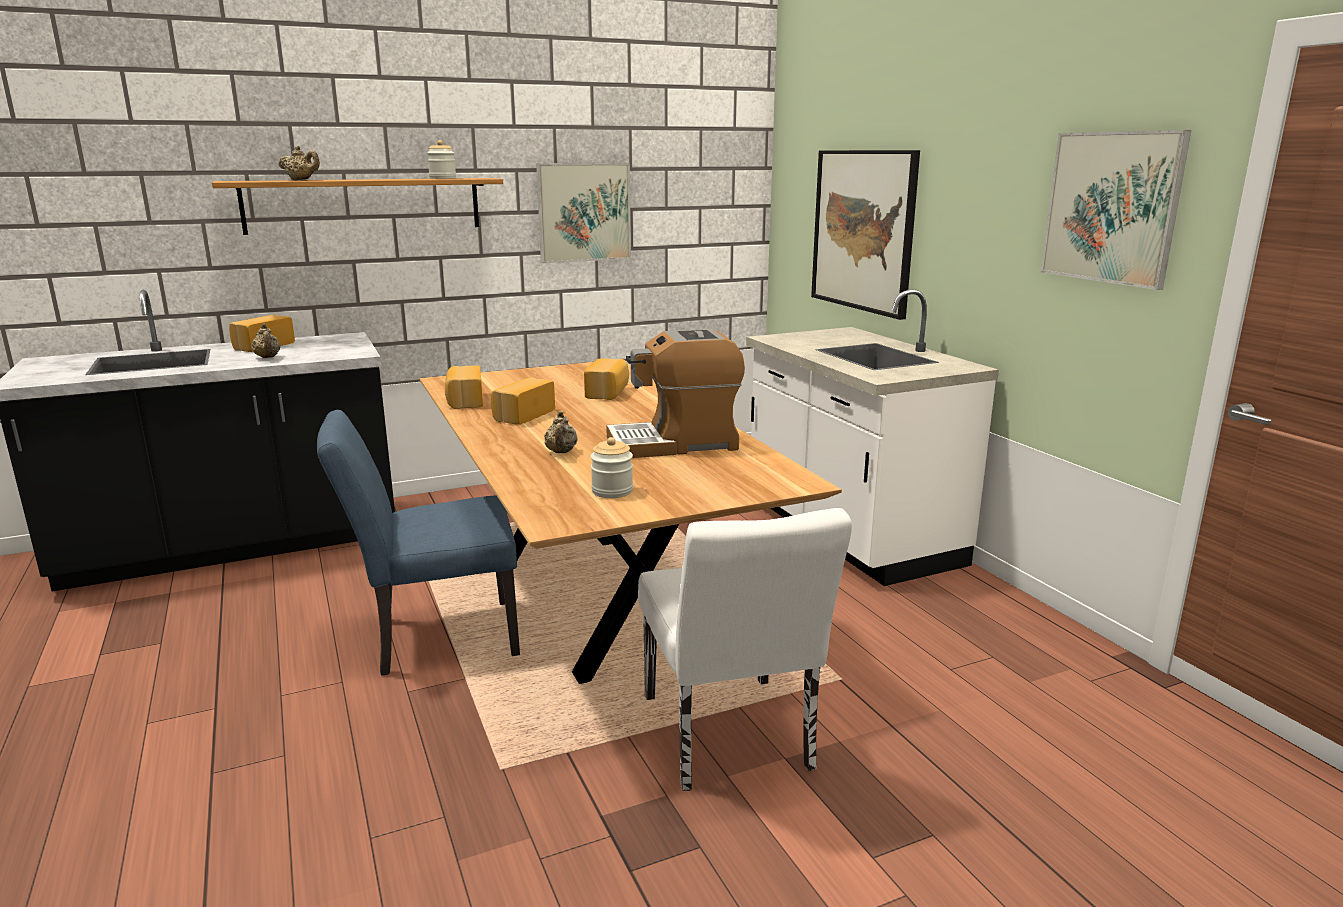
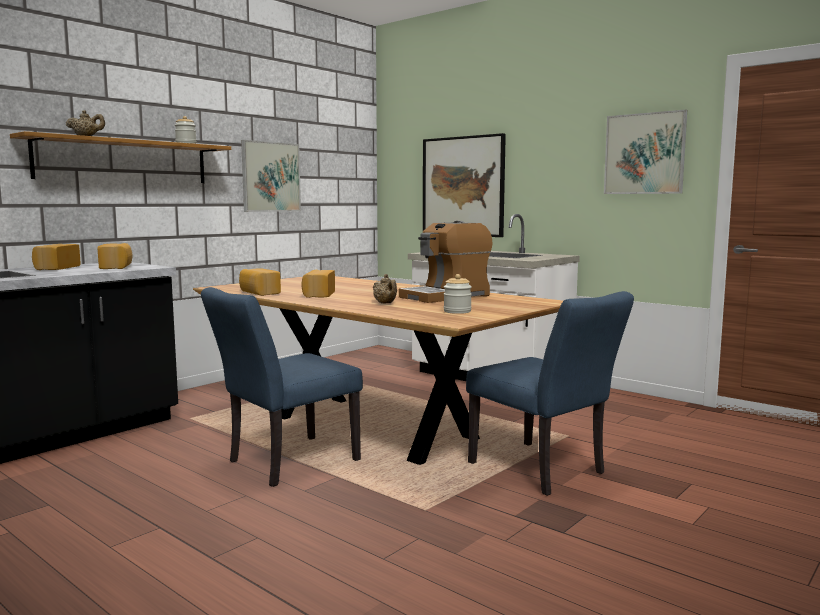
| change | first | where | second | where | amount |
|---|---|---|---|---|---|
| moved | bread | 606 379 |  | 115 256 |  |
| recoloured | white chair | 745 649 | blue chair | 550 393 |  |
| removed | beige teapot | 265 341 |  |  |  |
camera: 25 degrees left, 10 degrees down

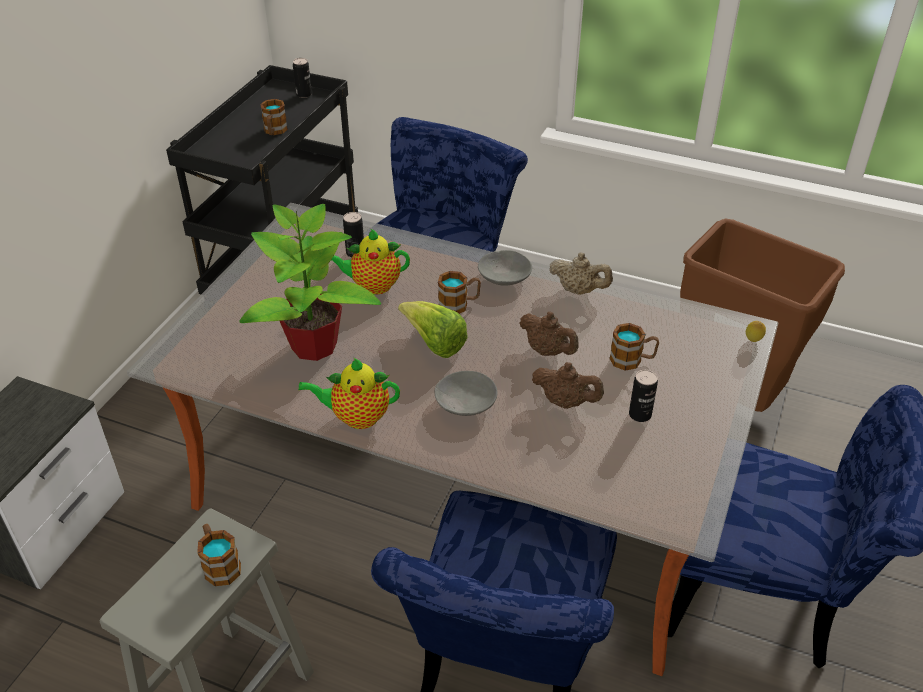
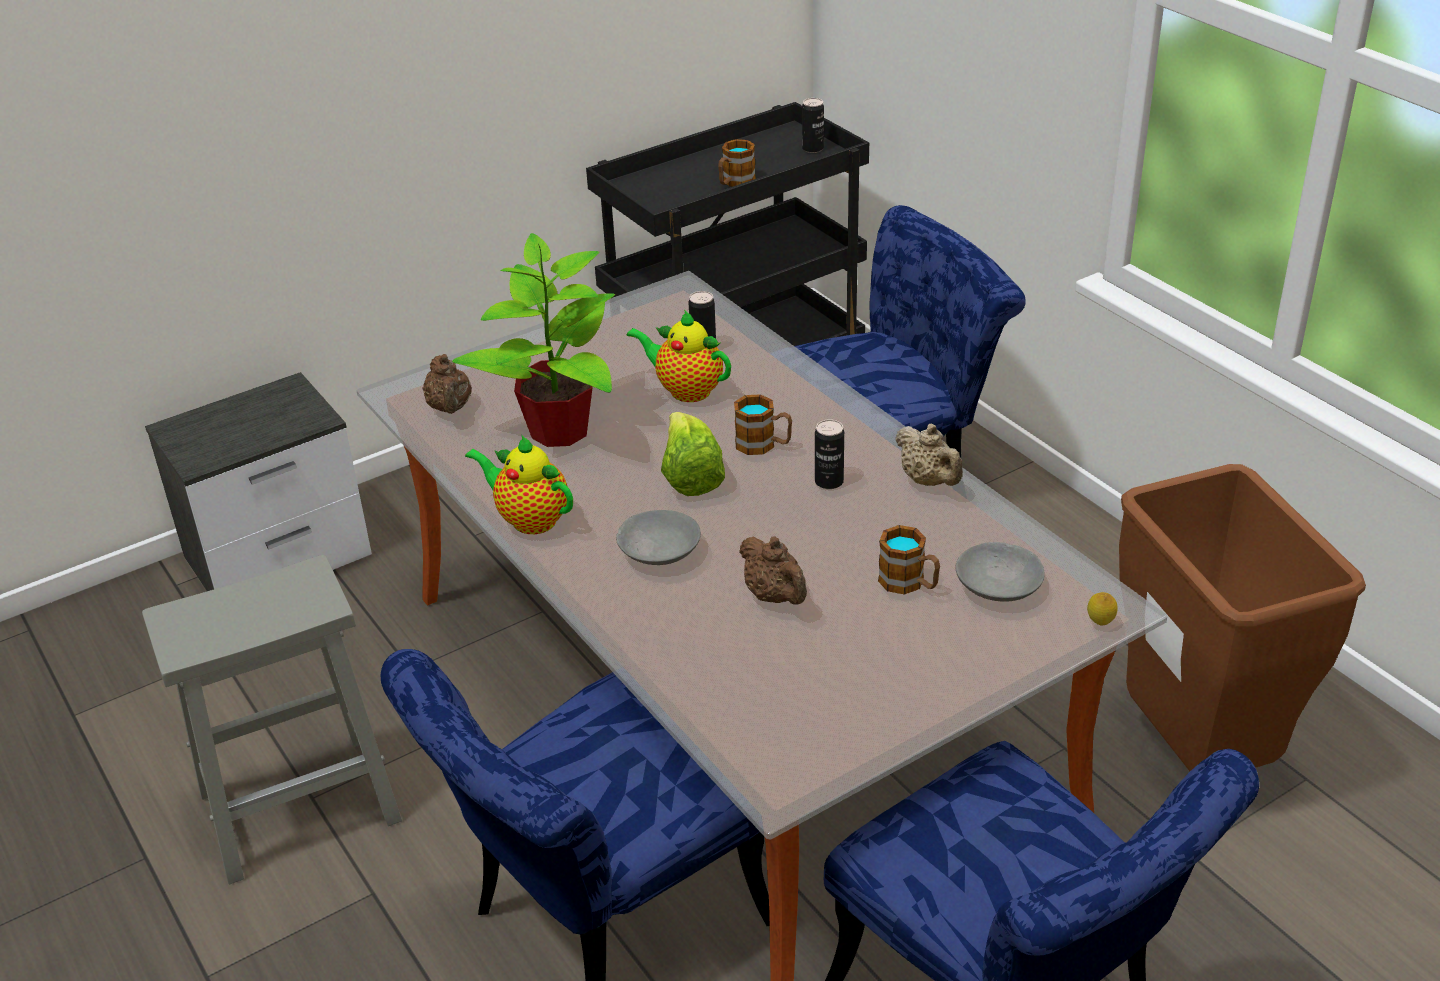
| change | first | where | second | where | amount |
|---|---|---|---|---|---|
| moved | brown teapot | 549 334 |  | 447 384 |  |
| moved | can | 643 396 |  | 829 454 |  |
| moved | grey bowl | 505 268 |  | 1000 572 |  |
| removed | mug | 219 555 |  |  |  |
camera: 35 degrees right, 5 degrees down

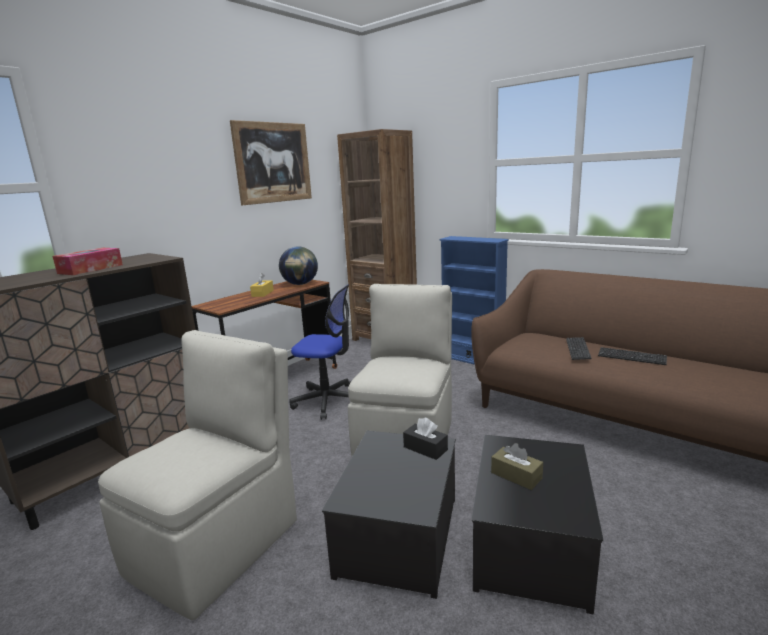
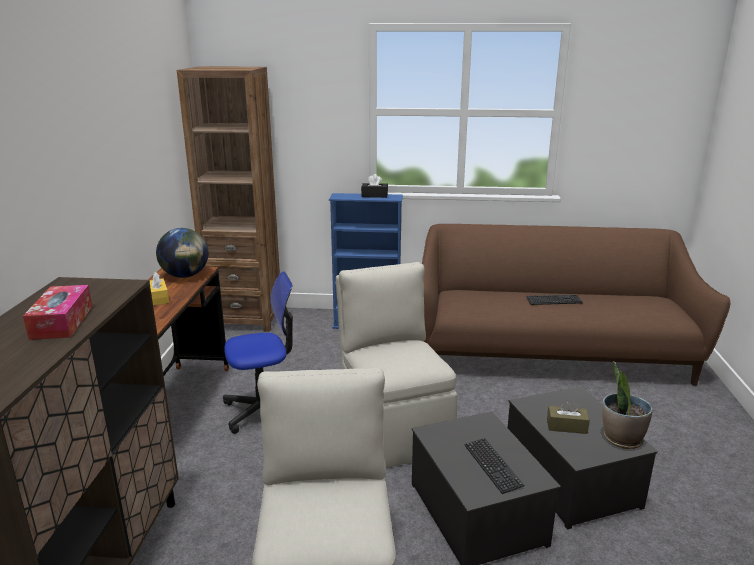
| change | first | where | second | where | amount |
|---|---|---|---|---|---|
| moved | black tissue box | 425 439 |  | 374 186 |  |
| moved | keyboard | 578 348 |  | 494 466 |  |
| added |  |  | potted plant | 628 405 |  |
| removed | picture | 271 162 |  |  |  |
camera: 35 degrees left, 5 degrees up

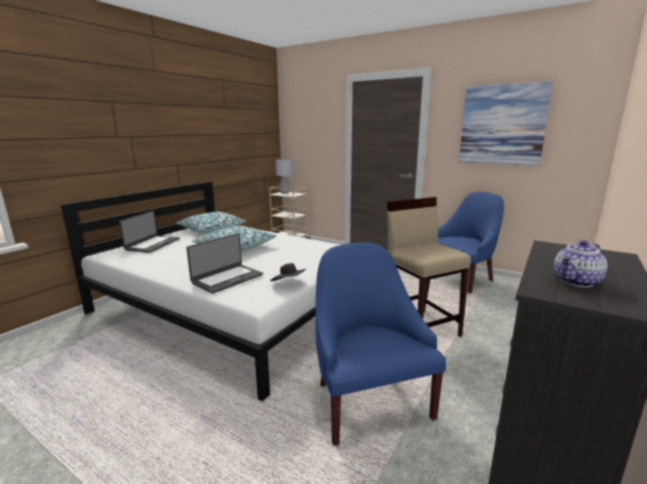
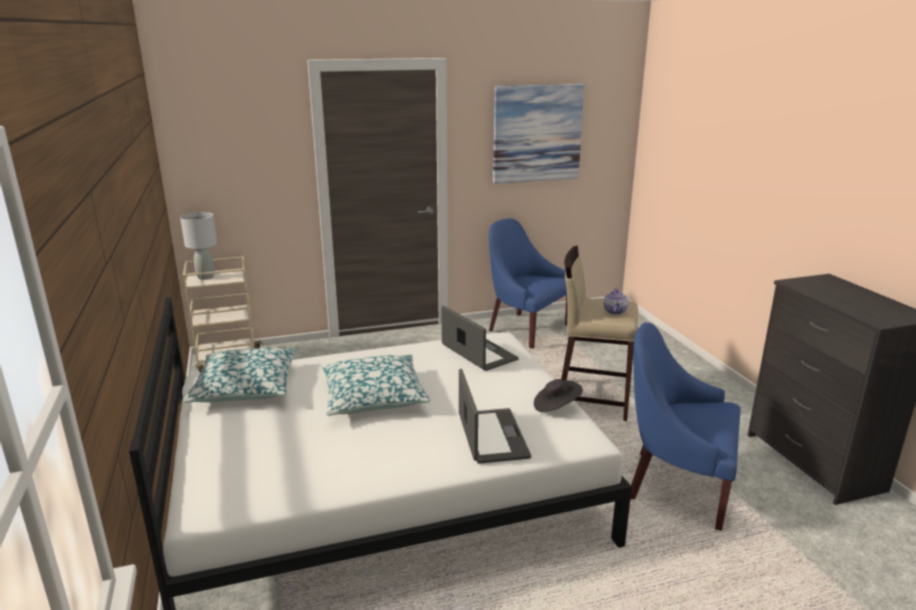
| change | first | where | second | where | amount |
|---|---|---|---|---|---|
| moved | laptop | 149 232 |  | 480 338 |  |
| turned | blue armchair | 471 242 |  | 528 284 | 60 degrees counterclockwise |
| moved | teapot | 580 263 |  | 615 301 |  |
camera: 50 degrees left, 5 degrees up

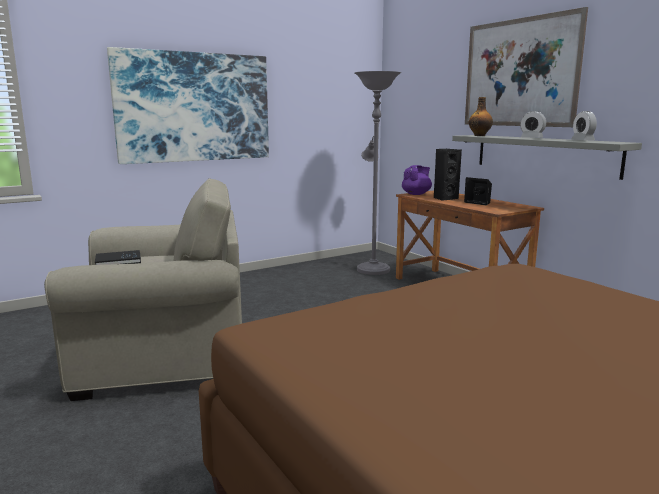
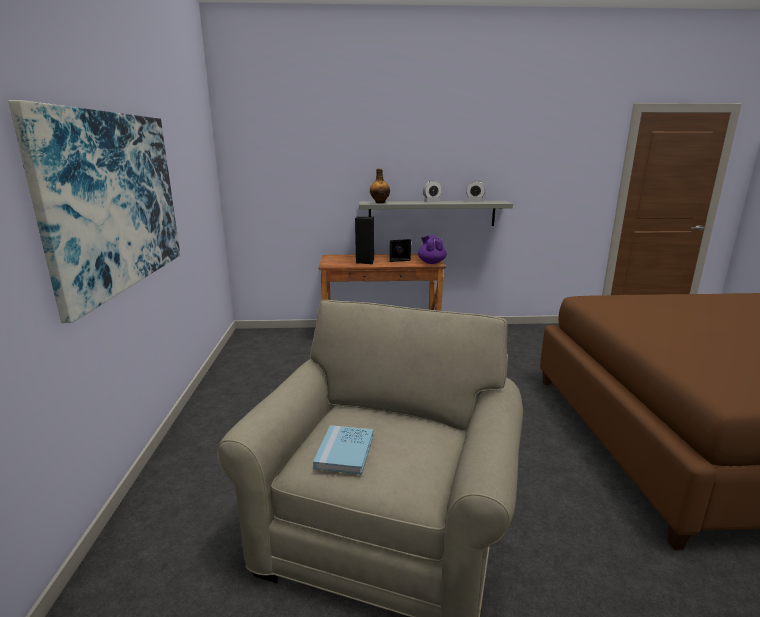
| change | first | where | second | where | amount |
|---|---|---|---|---|---|
| recoloured | black book | 118 257 | blue book | 343 449 |  |
| moved | purple teapot | 417 180 |  | 432 249 |  |
| removed | grey floor lamp | 378 173 |  |  |  |
| removed | picture | 526 67 |  |  |  |
camera: 60 degrees left, 5 degrees up

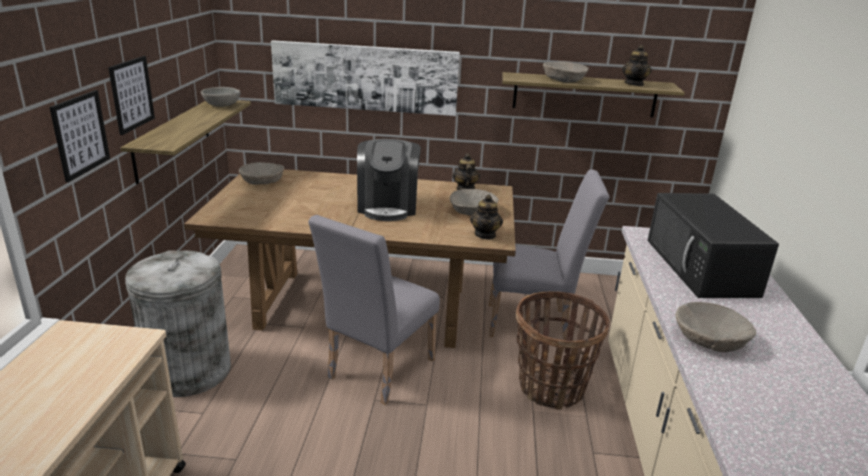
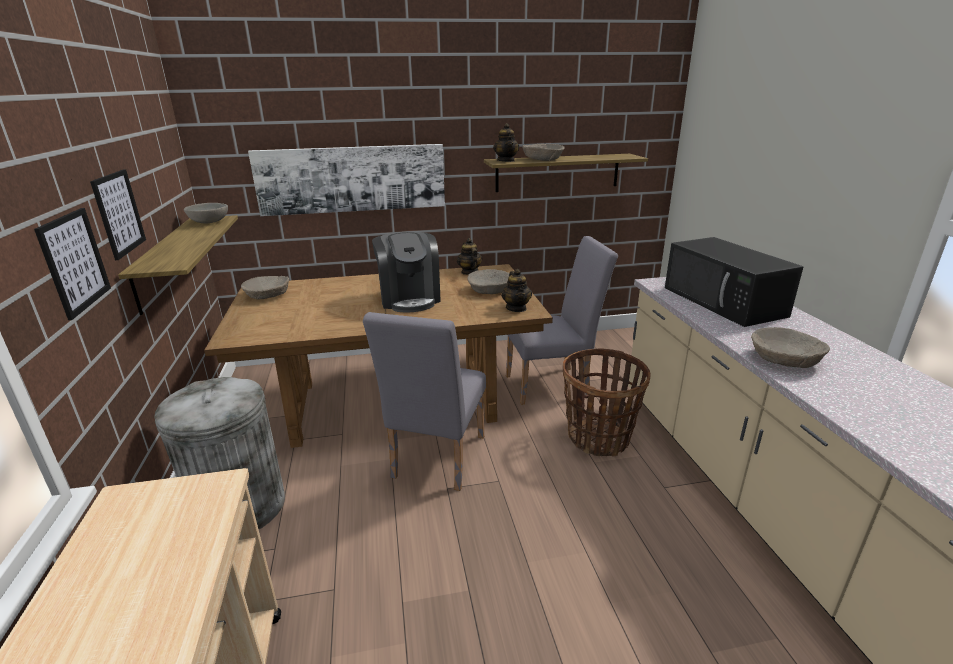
| change | first | where | second | where | amount |
|---|---|---|---|---|---|
| moved | teapot | 637 65 |  | 506 142 |  |
camera: 15 degrees left, 0 degrees up

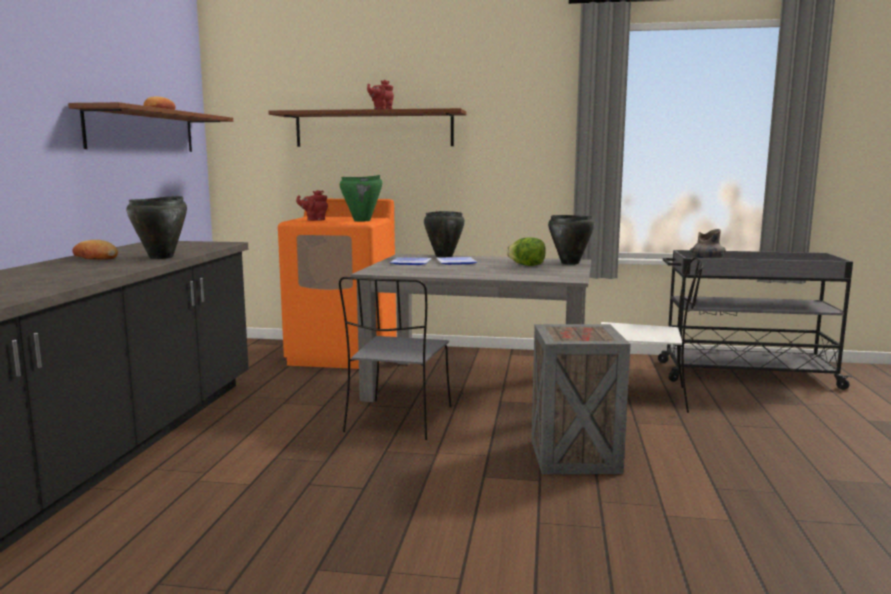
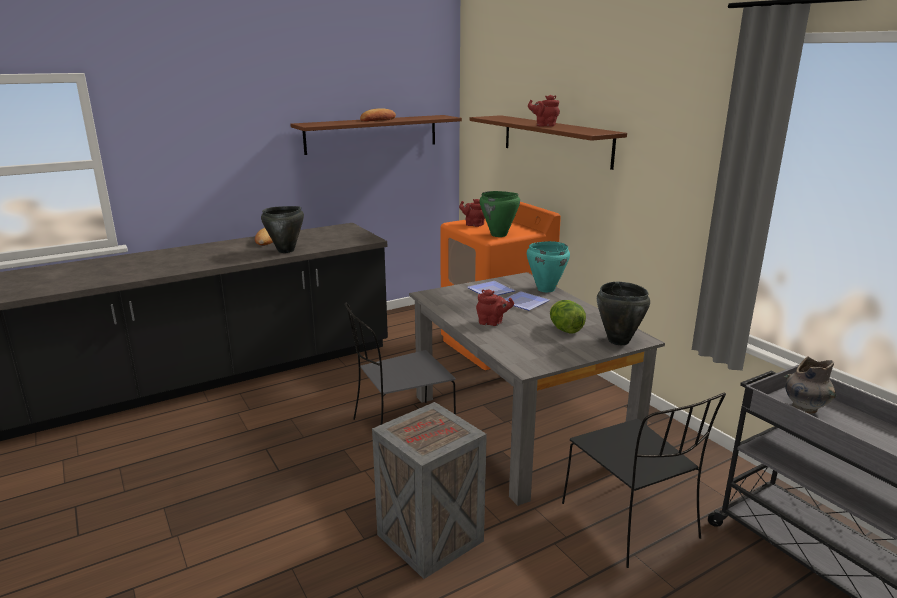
| change | first | where | second | where | amount |
|---|---|---|---|---|---|
| added |  |  | red teapot | 495 307 |  |
| recoloured | black cooking pot | 444 234 | turquoise cooking pot | 548 266 |  |
| recoloured | white chair | 652 335 | black chair | 644 480 |  |
camera: 50 degrees right, 10 degrees up

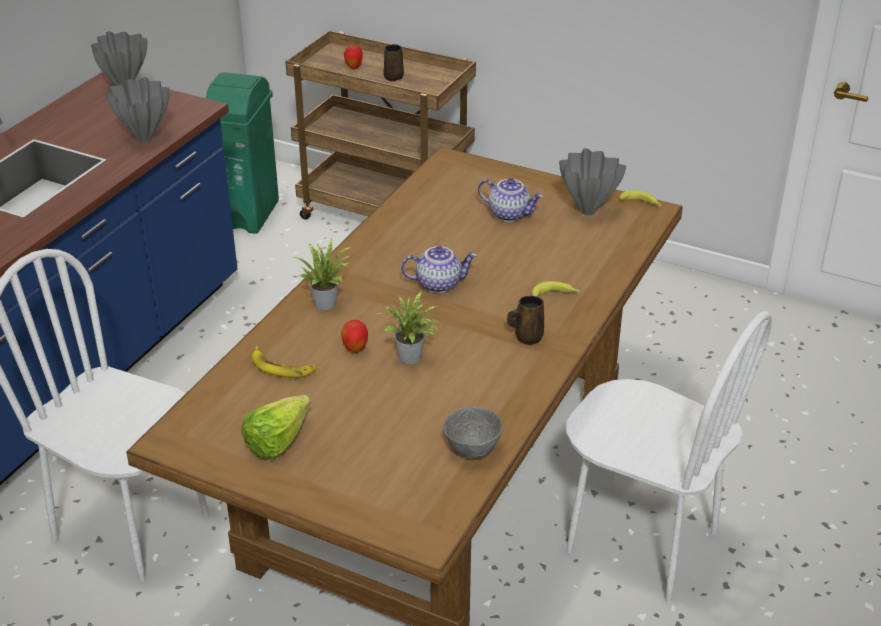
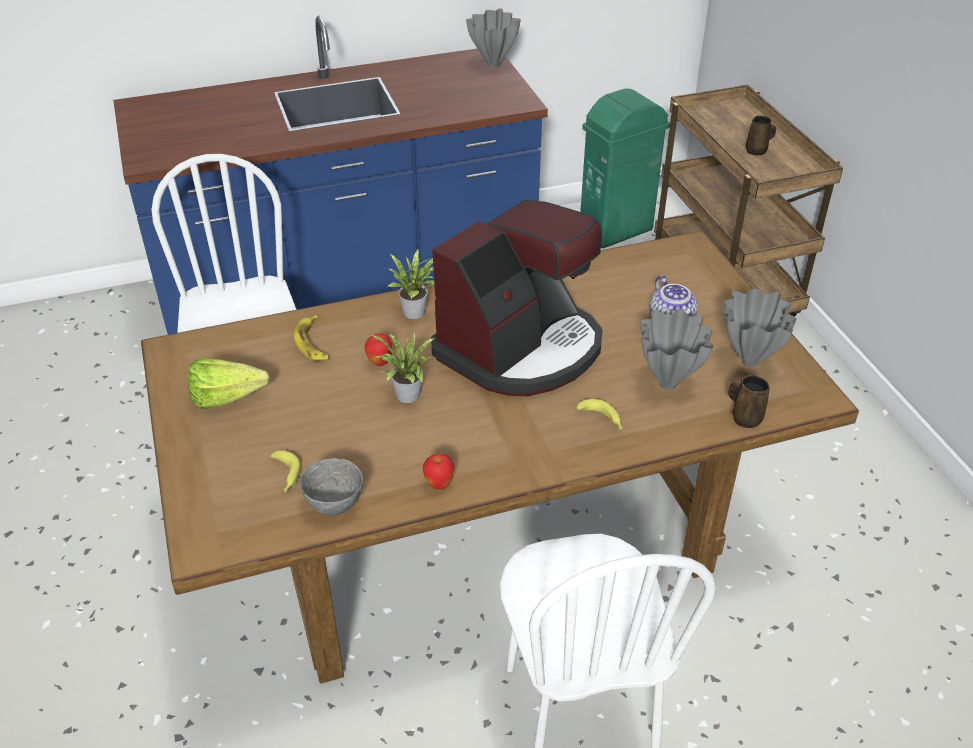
| change | first | where | second | where | amount |
|---|---|---|---|---|---|
| moved | banana | 640 198 |  | 285 471 |  |
| moved | apple | 353 57 |  | 439 471 |  |
| replaced | teapot | 439 269 | coffee machine | 517 298 |  |
| moved | grey vase | 137 110 |  | 677 350 |  |
| moved | brown mug | 525 320 |  | 749 401 |  |
camera: 45 degrees right, 5 degrees up

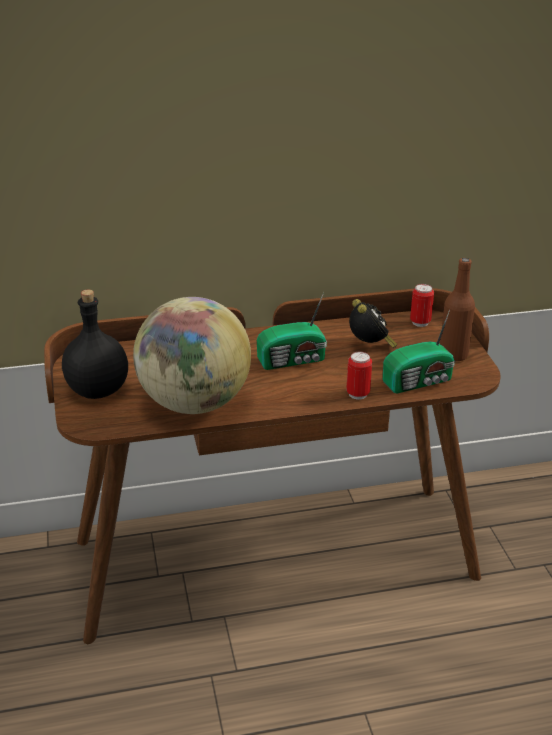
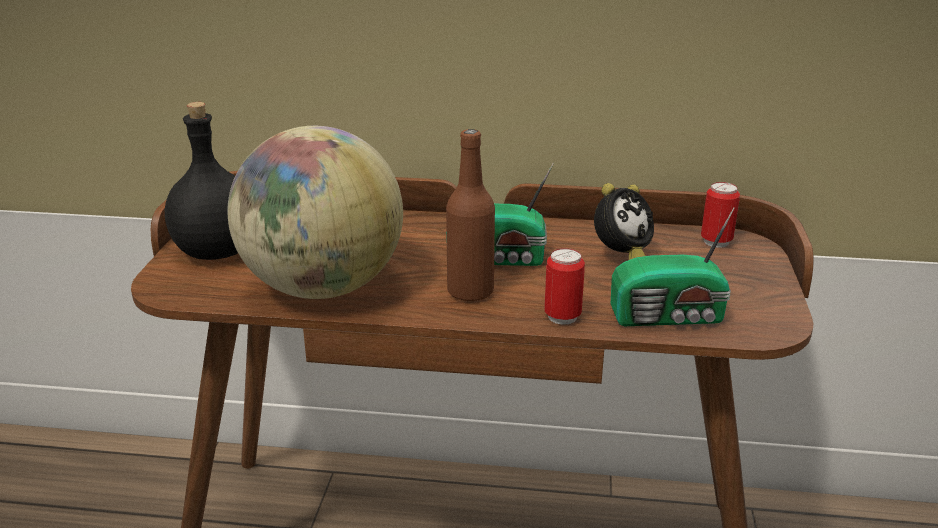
| change | first | where | second | where | amount |
|---|---|---|---|---|---|
| moved | brown bottle | 457 309 |  | 470 215 |  |
| turned | alarm clock | 373 323 |  | 624 221 | 45 degrees clockwise |
camera: 20 degrees right, 5 degrees down

